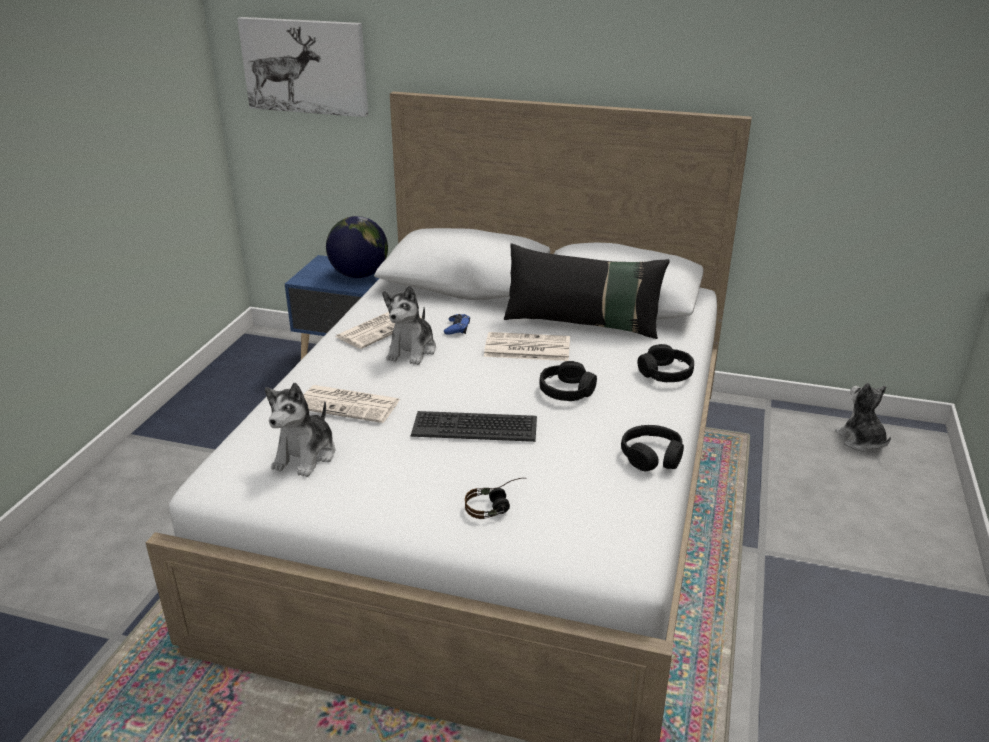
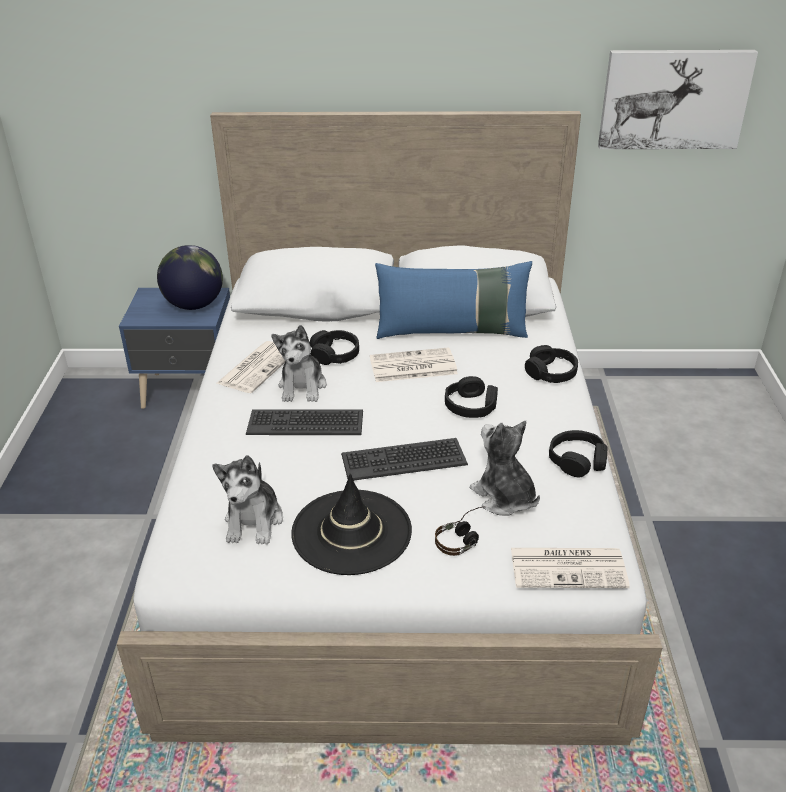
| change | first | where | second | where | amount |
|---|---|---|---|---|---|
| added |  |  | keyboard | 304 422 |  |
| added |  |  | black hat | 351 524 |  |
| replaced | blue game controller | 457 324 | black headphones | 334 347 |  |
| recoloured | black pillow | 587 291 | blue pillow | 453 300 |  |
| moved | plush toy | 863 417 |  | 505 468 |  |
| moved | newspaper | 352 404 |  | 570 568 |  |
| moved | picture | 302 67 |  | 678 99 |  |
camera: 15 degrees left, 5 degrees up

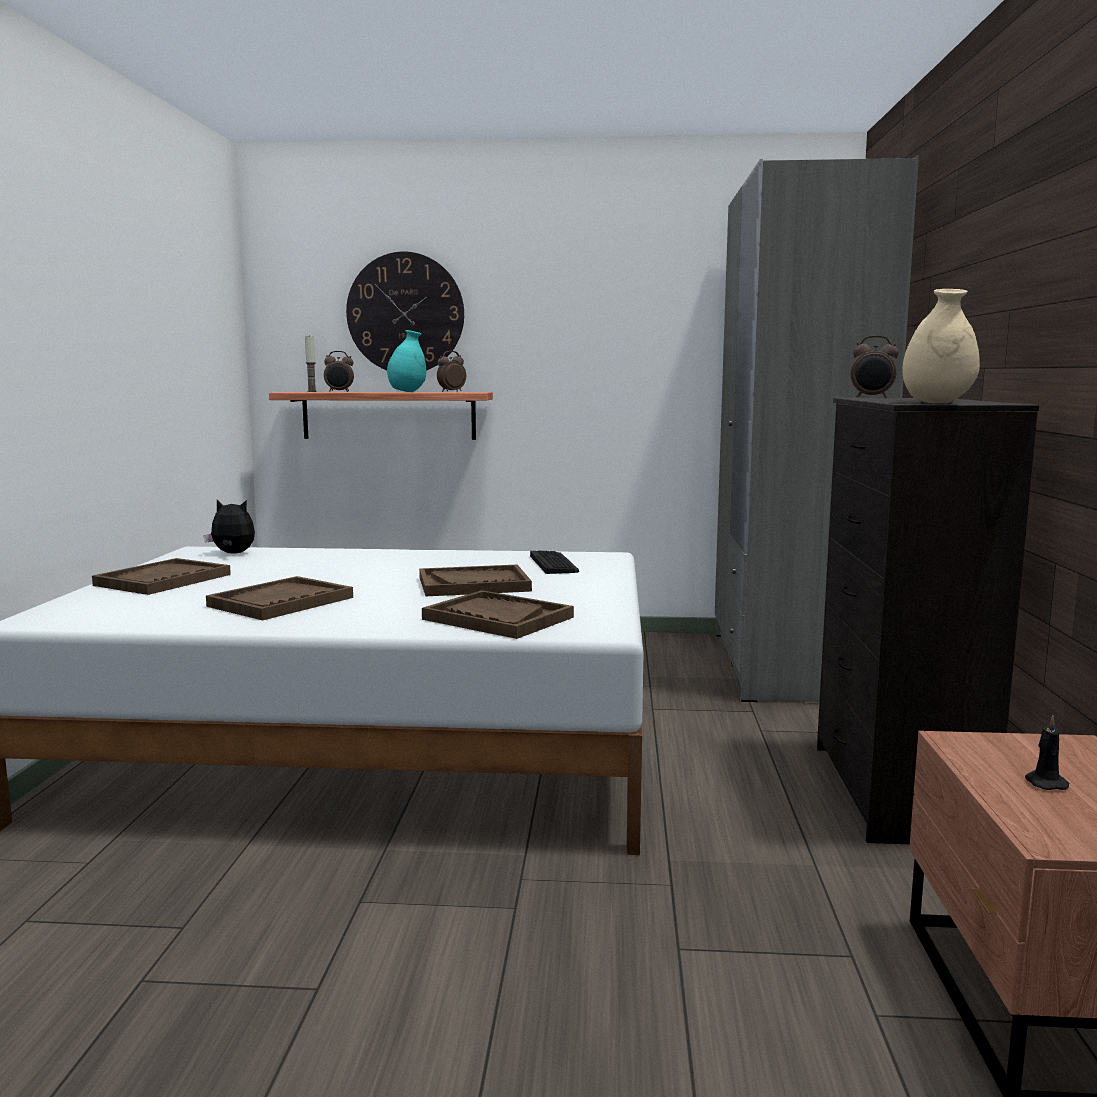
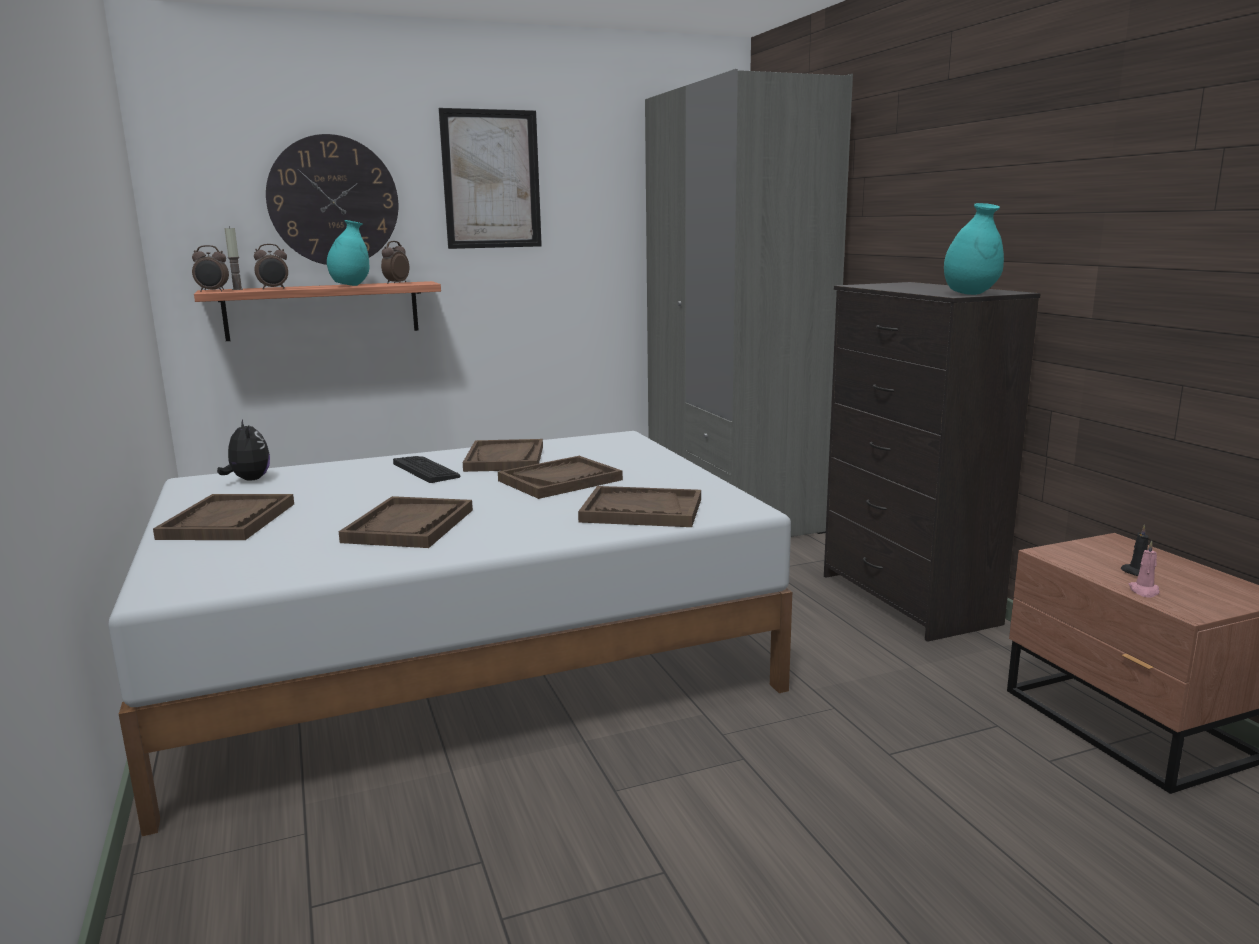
| change | first | where | second | where | amount |
|---|---|---|---|---|---|
| moved | alarm clock | 875 367 |  | 210 268 |  |
| turned | plush toy | 229 527 |  | 243 450 | 75 degrees clockwise |
| moved | keyboard | 554 562 |  | 426 469 |  |
| added |  |  | picture | 490 178 |  |
| added |  |  | brown tray | 503 455 |  |
| recoloured | beige vase | 941 346 | turquoise vase | 974 249 |  |
| added |  |  | pink candle | 1144 569 |  |
camera: 25 degrees left, 5 degrees up

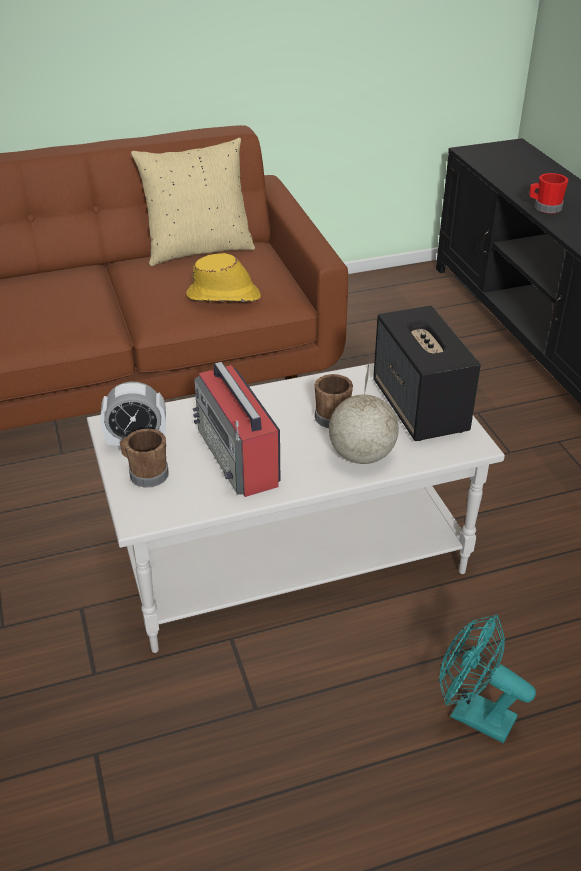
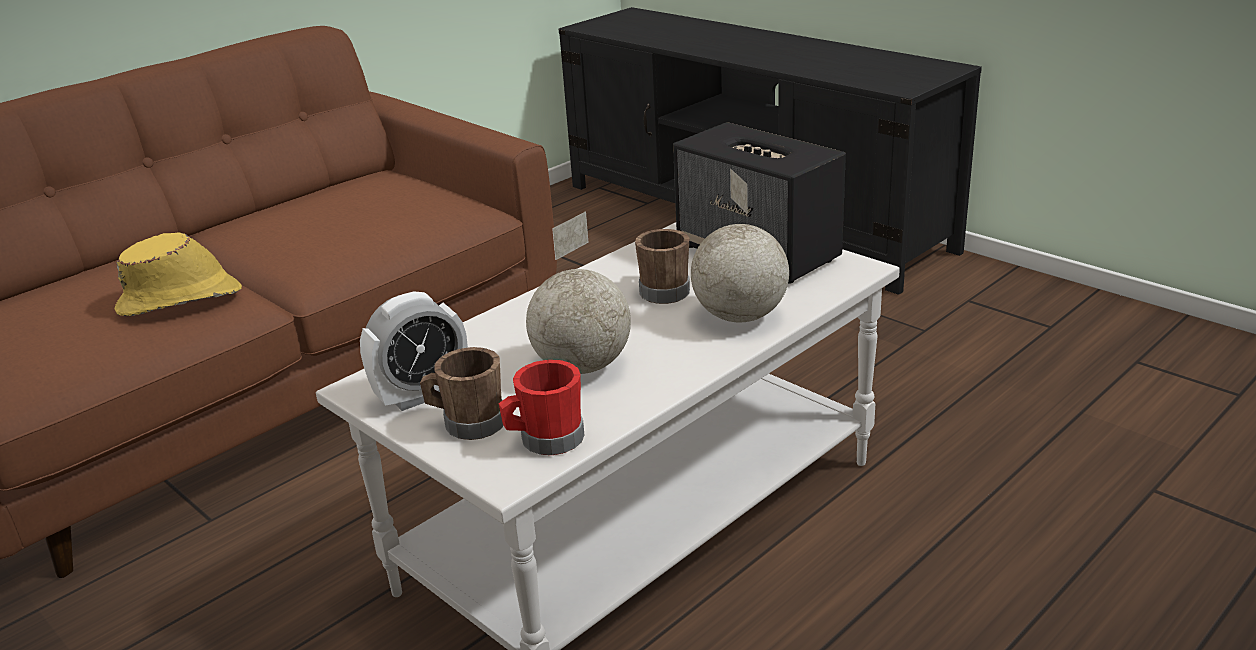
| change | first | where | second | where | amount |
|---|---|---|---|---|---|
| moved | yellow hat | 224 277 |  | 178 274 |  |
| moved | red mug | 548 193 |  | 541 407 |  |
| replaced | radio | 237 429 | globe | 578 292 |  |
| removed | beige pillow | 193 202 |  |  |  |
| removed | turquoise fan | 487 678 |  |  |  |
camera: 25 degrees left, 10 degrees down

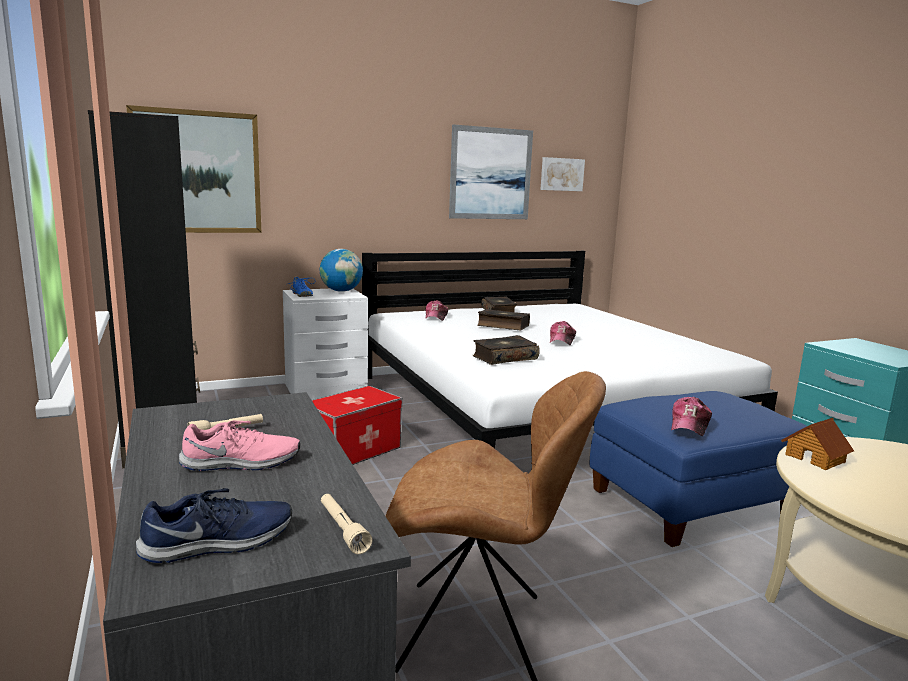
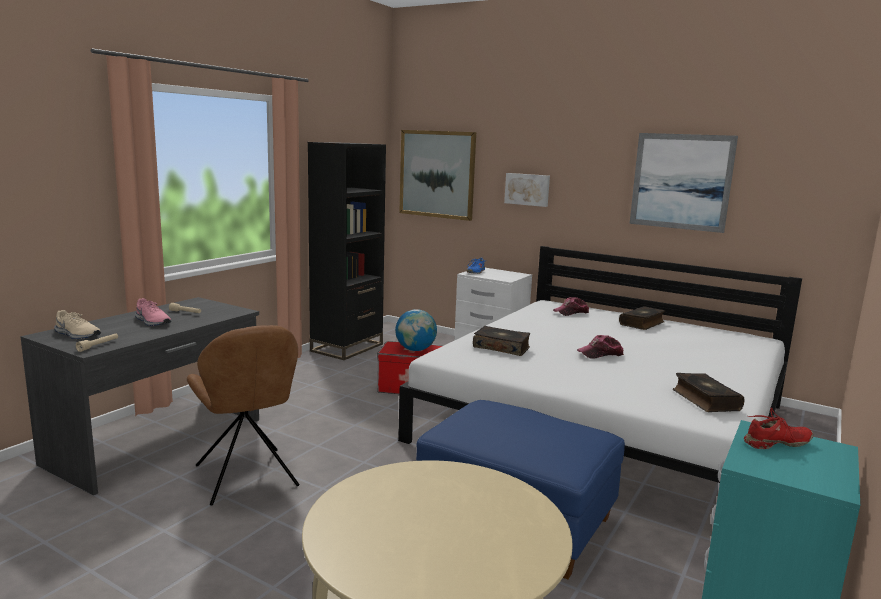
| change | first | where | second | where | amount |
|---|---|---|---|---|---|
| recoloured | blue shoe | 214 525 | beige shoe | 77 324 |  |
| moved | globe | 341 270 |  | 416 330 |  |
| moved | picture | 562 174 |  | 527 190 |  |
| moved | book | 503 319 |  | 709 392 |  |
| added |  |  | red shoe | 778 428 |  |
| removed | cap | 691 416 |  |  |  |
| removed | toy house | 817 444 |  |  |  |
camera: 55 degrees right, 0 degrees up

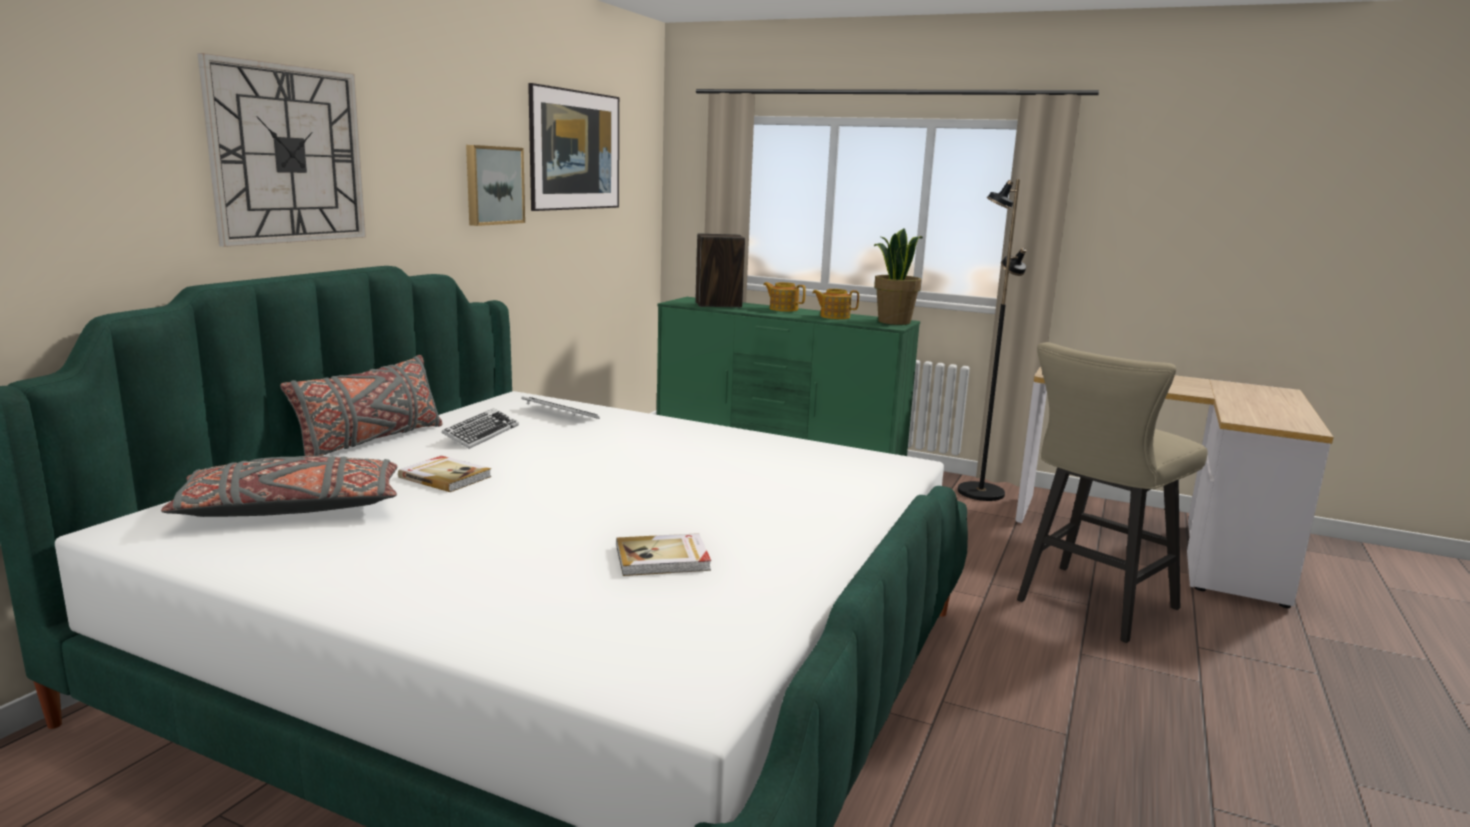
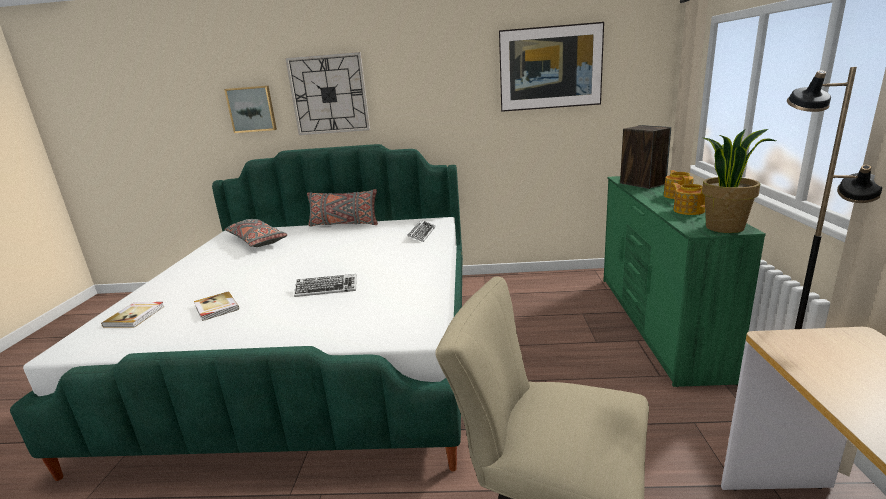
| change | first | where | second | where | amount |
|---|---|---|---|---|---|
| moved | book | 445 474 |  | 133 314 |  |
| moved | picture | 495 185 |  | 250 109 |  |
| moved | keyboard | 480 428 |  | 325 285 |  |
camera: 70 degrees right, 5 degrees up

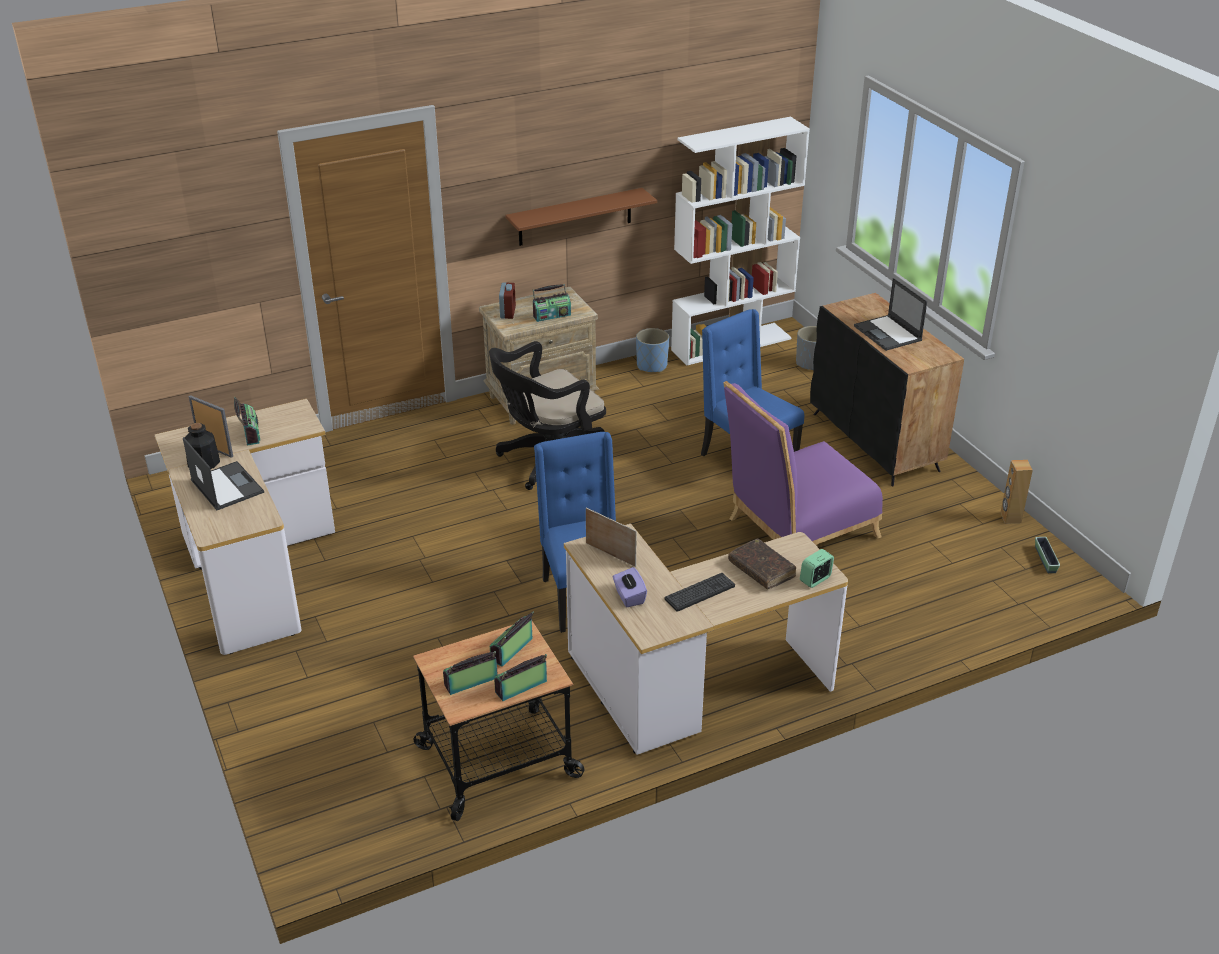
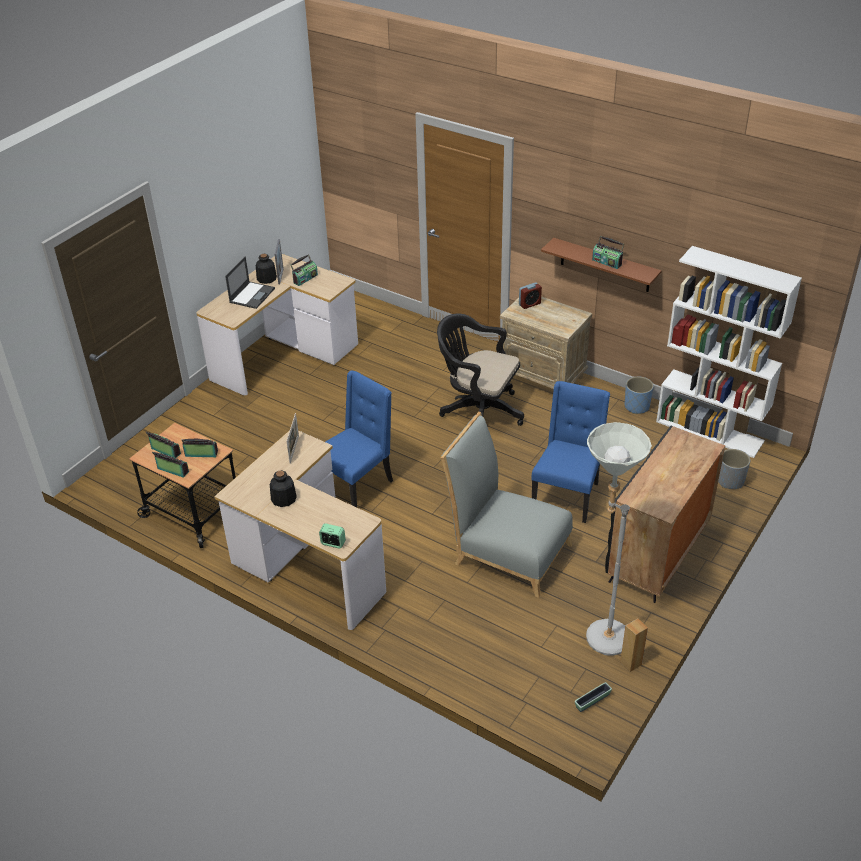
| change | first | where | second | where | amount |
|---|---|---|---|---|---|
| replaced | keyboard | 699 592 | bottle | 283 488 |  |
| recoloured | purple chair | 803 463 | grey chair | 507 505 |  |
| added |  |  | grey floor lamp | 619 539 |  |
| moved | radio | 552 303 |  | 608 252 |  |
| removed | purple tissue box | 630 587 |  |  |  |
| removed | brown book | 762 563 |  |  |  |
| removed | laptop | 890 314 |  |  |  |
camera: 60 degrees right, 5 degrees up

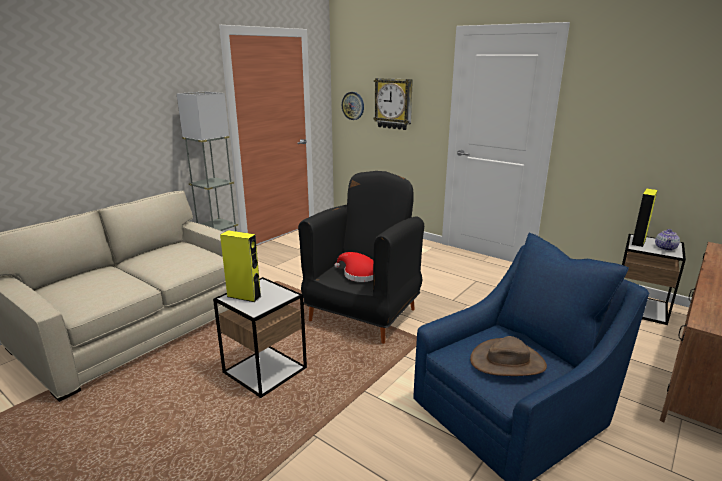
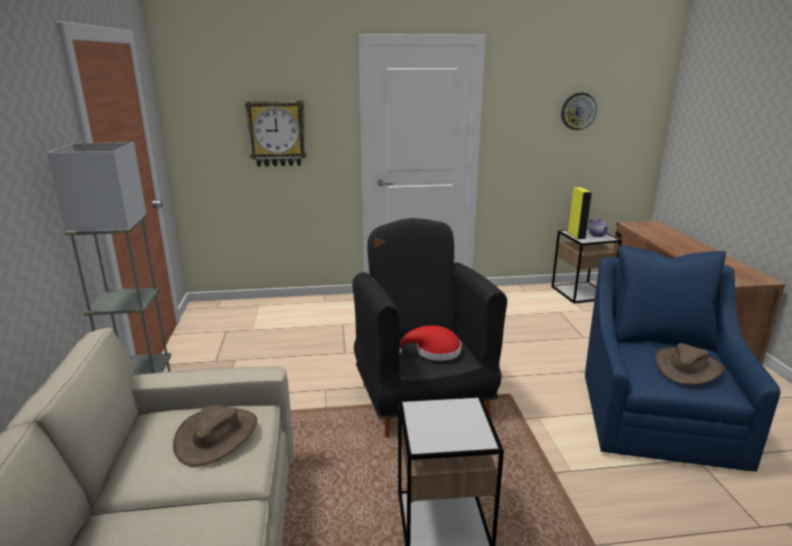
| change | first | where | second | where | amount |
|---|---|---|---|---|---|
| added |  |  | brown hat | 215 436 |  |
| moved | wall clock | 353 106 |  | 579 111 |  |
| removed | yellow speaker | 241 266 |  |  |  |
camera: 45 degrees left, 0 degrees up

